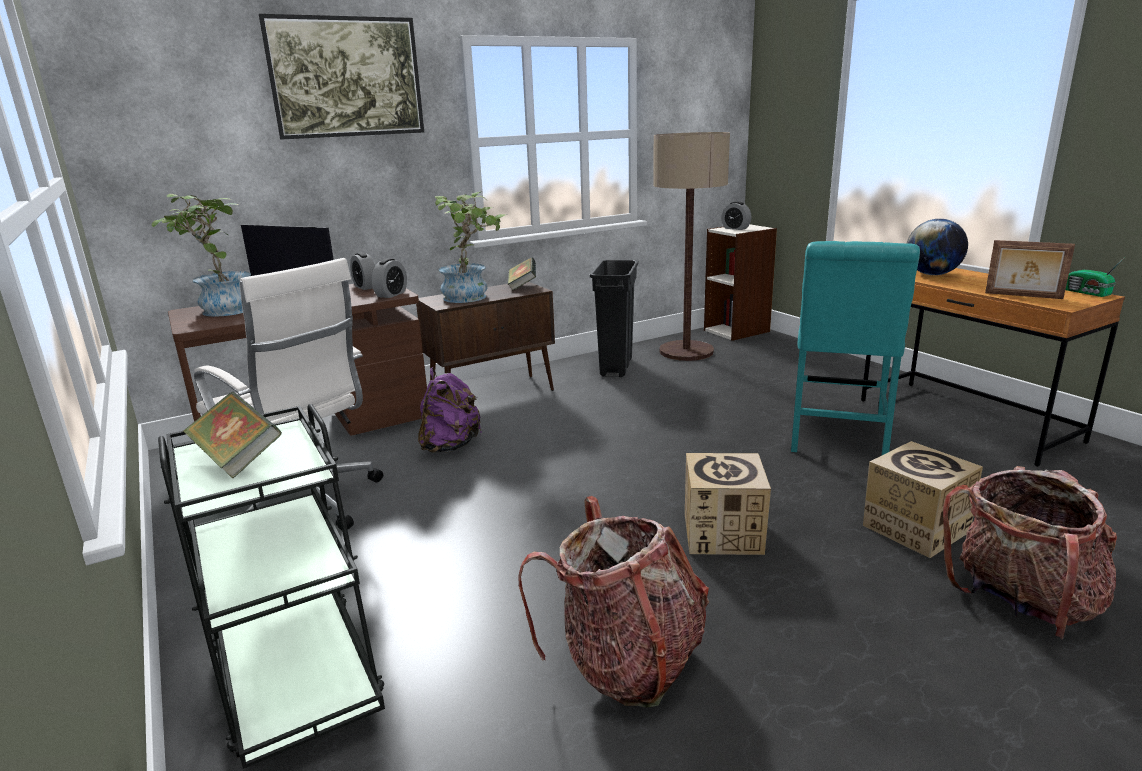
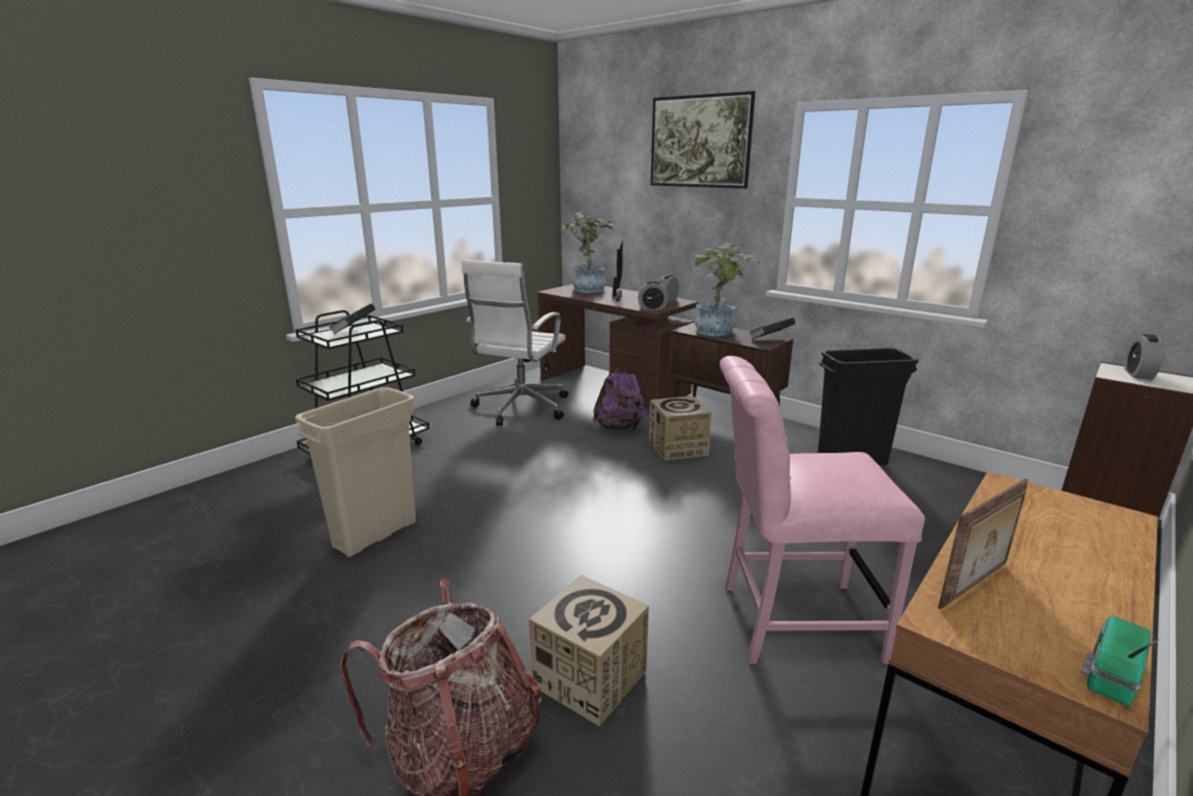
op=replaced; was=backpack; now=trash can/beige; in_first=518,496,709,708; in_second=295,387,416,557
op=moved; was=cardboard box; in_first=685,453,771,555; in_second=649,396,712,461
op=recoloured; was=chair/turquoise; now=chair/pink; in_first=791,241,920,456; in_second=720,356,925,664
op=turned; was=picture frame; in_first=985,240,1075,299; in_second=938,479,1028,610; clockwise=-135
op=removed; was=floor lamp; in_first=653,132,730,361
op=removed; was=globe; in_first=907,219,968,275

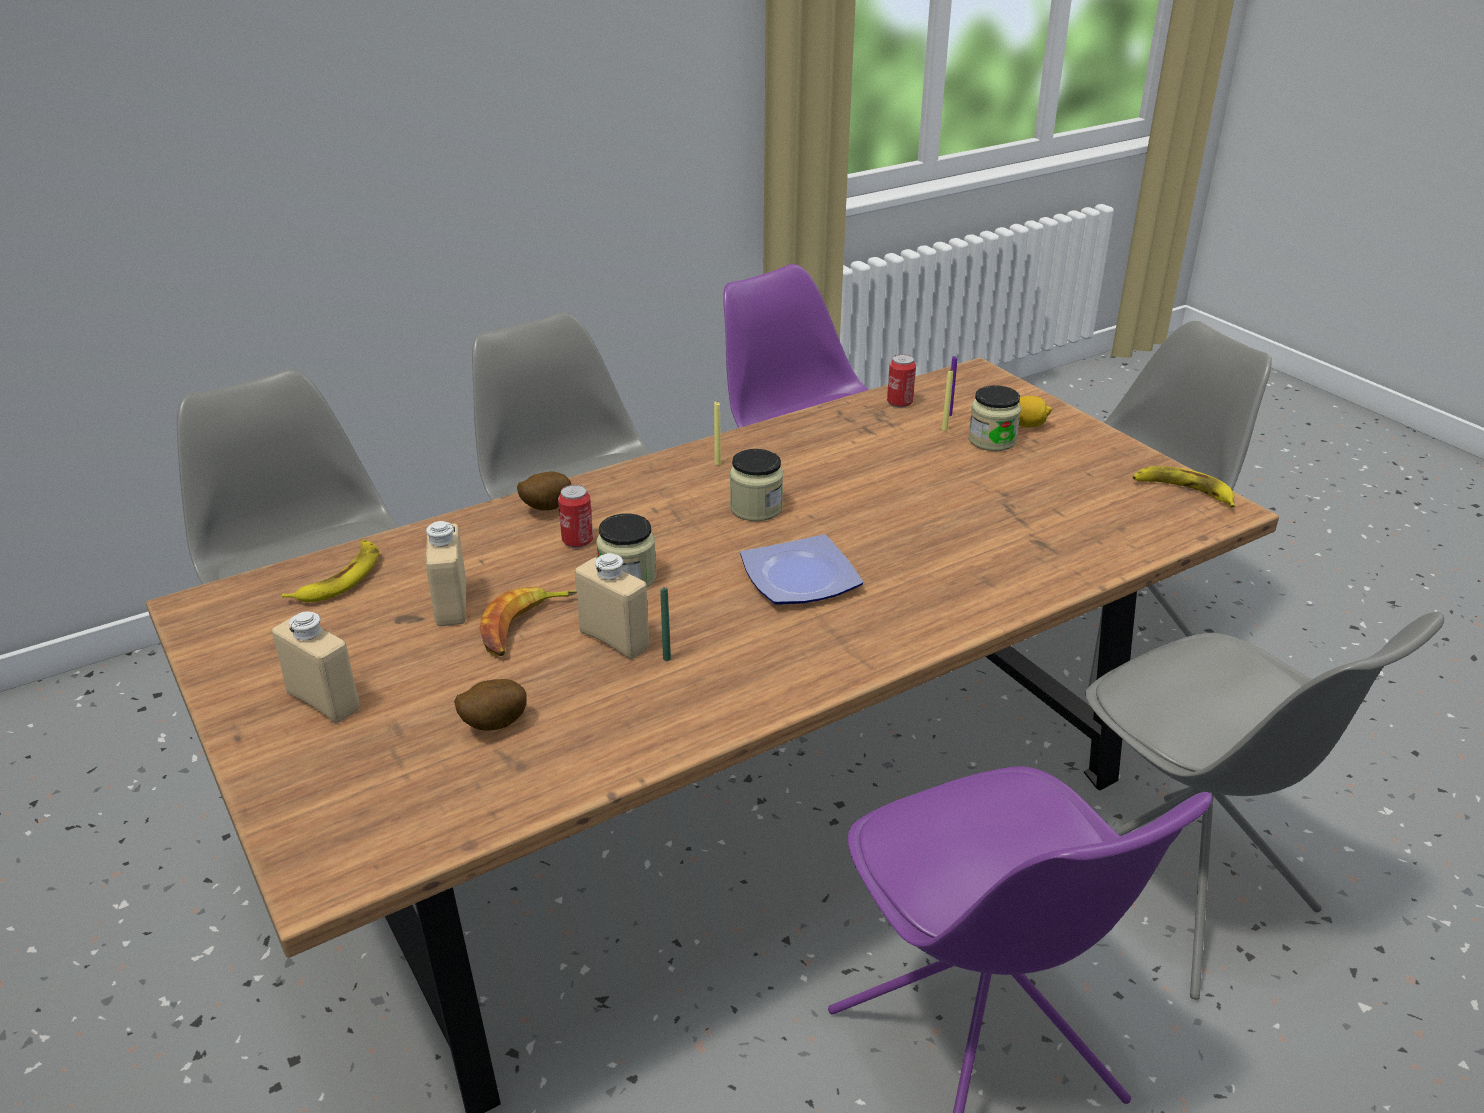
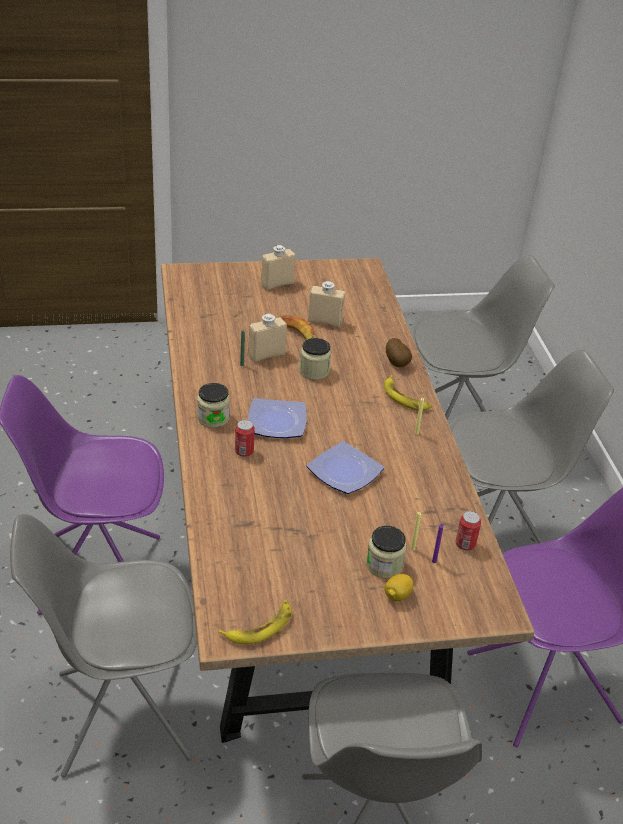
op=moved; was=jar; in_first=730,449,783,521; in_second=197,383,230,428
op=moved; was=can; in_first=558,485,593,548; in_second=235,420,255,457
op=added; now=plate; in_second=306,441,384,494
op=moved; was=banana; in_first=282,539,379,602; in_second=384,375,432,411
op=removed; was=potato; in_first=454,679,526,731

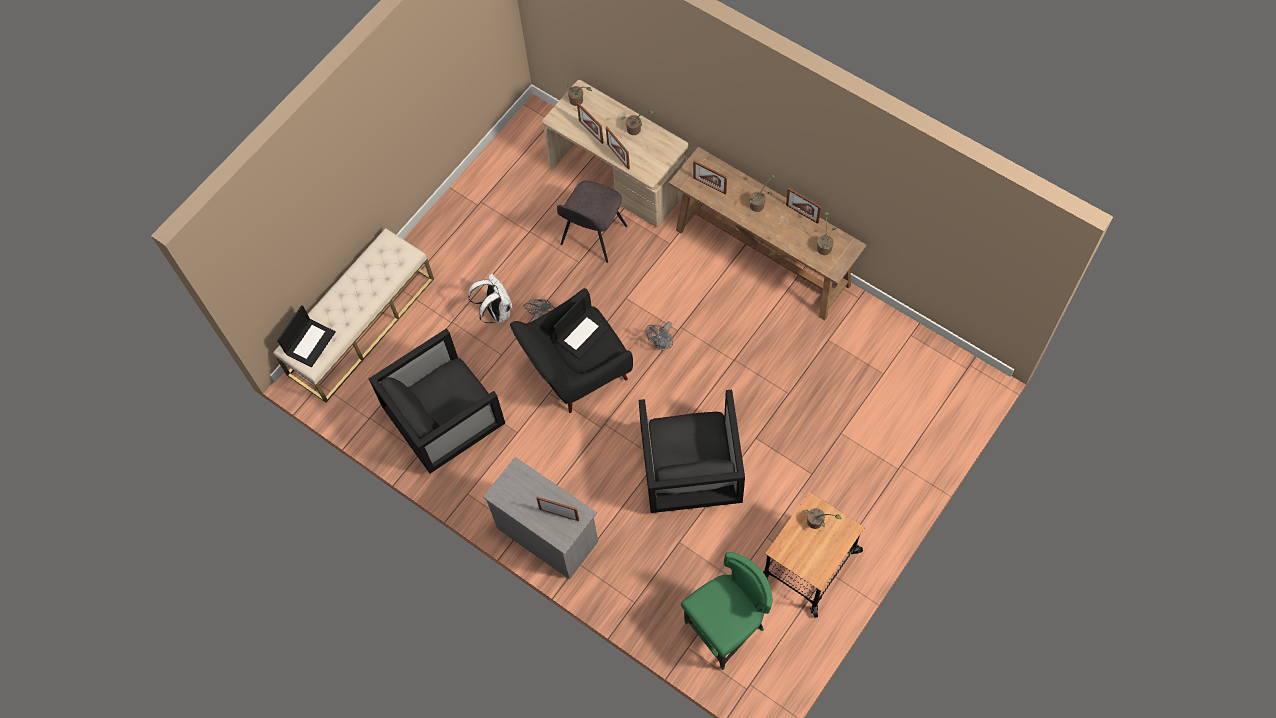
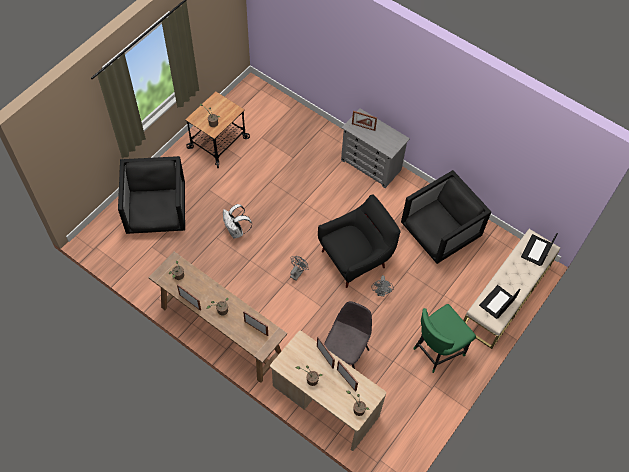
op=moved; was=armchair/black; in_first=639,390,745,513; in_second=118,156,185,234
op=moved; was=backpack/white; in_first=468,273,513,323; in_second=223,204,252,239
op=moved; was=chair/green; in_first=681,552,773,670; in_second=413,304,476,373
op=moved; was=laptop; in_first=553,297,609,359; in_second=479,285,521,319

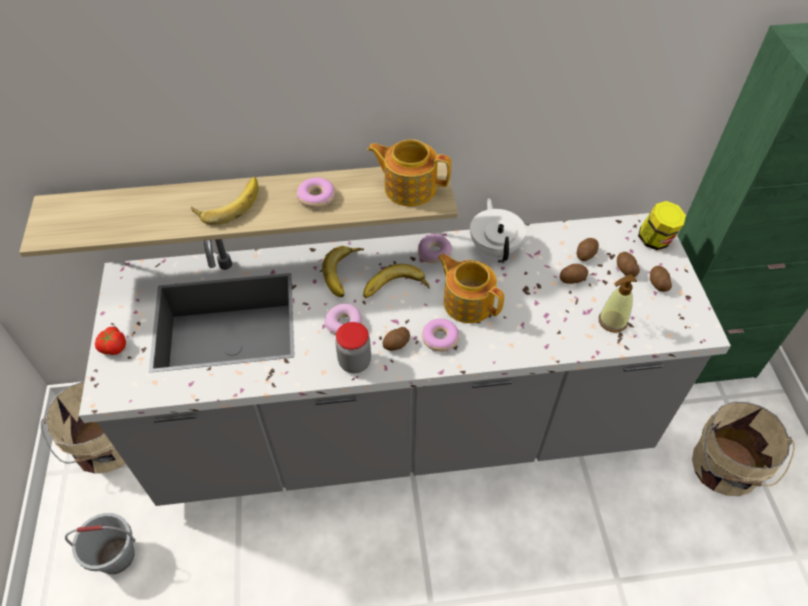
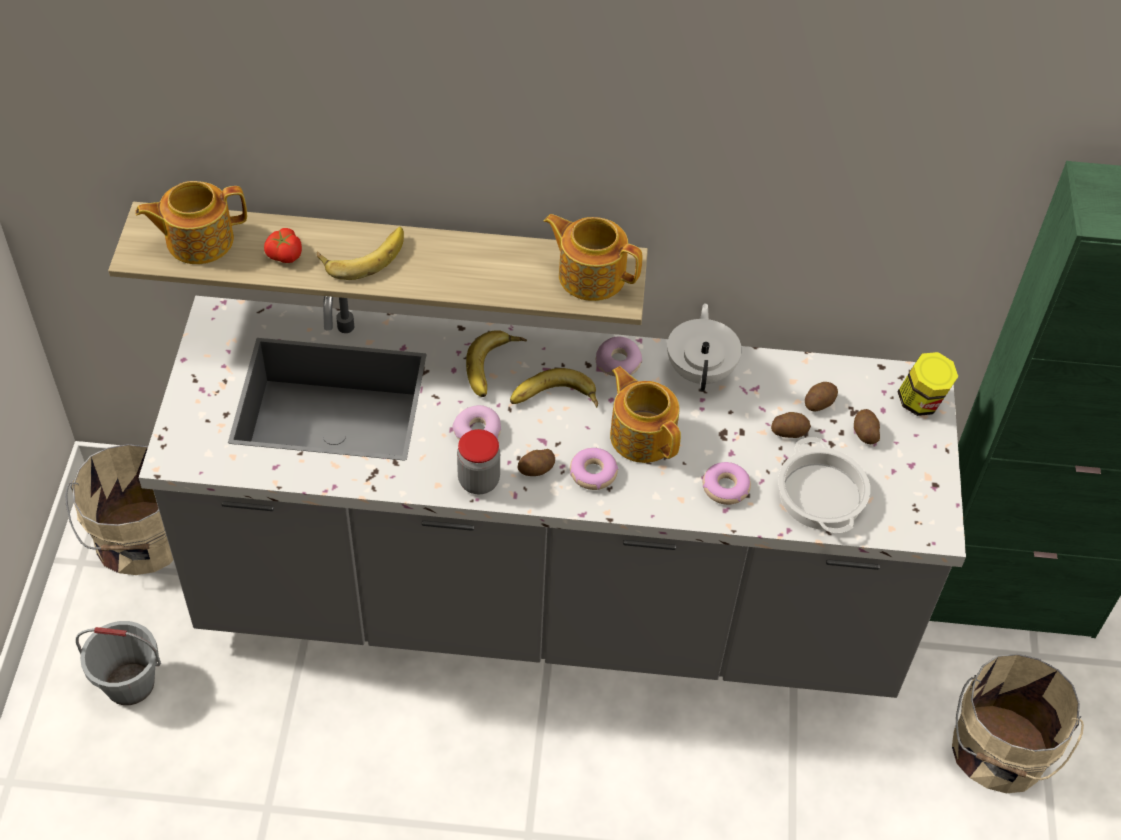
op=added; now=teapot; in_second=135,181,247,264
op=moved; was=tomato; in_first=95,327,126,355; in_second=264,228,302,263
op=moved; was=donut; in_first=297,178,335,208; in_second=703,462,751,505
op=replaced; was=soap dispenser; now=cooking pot; in_first=599,274,637,333; in_second=778,437,870,533
op=removed; was=potato; in_first=650,266,672,292

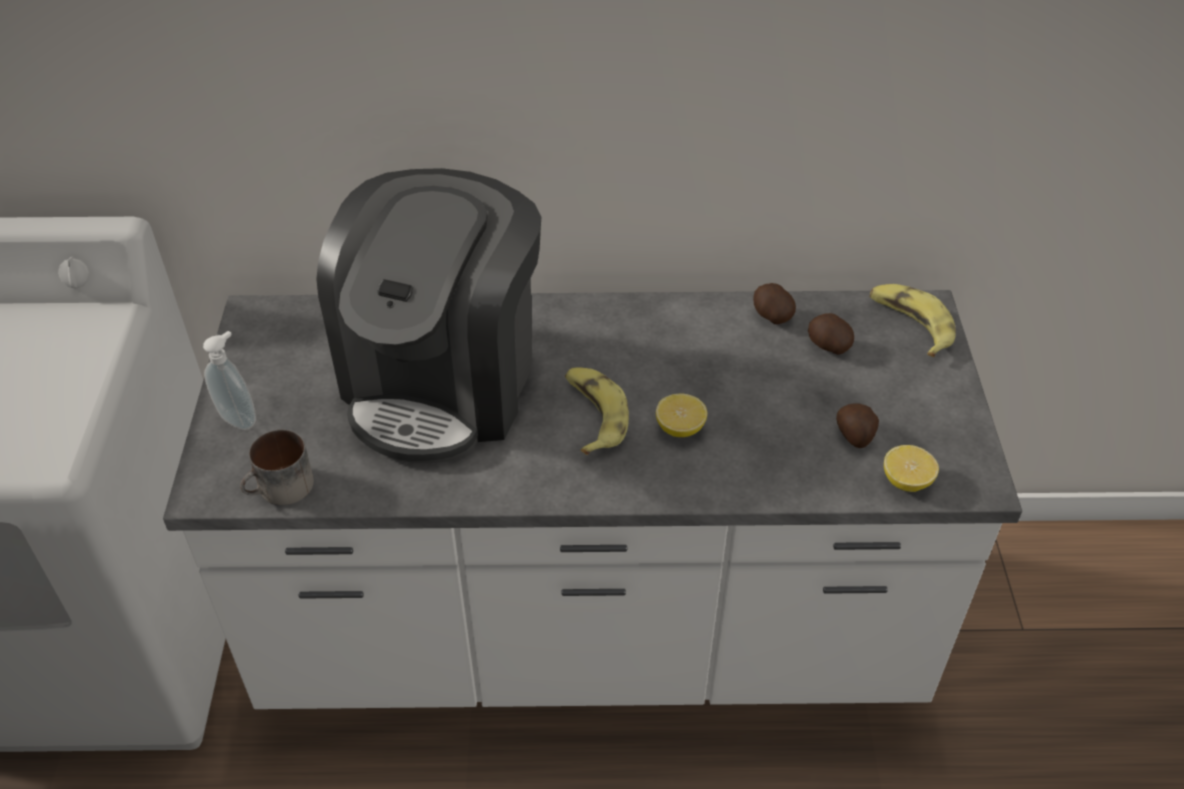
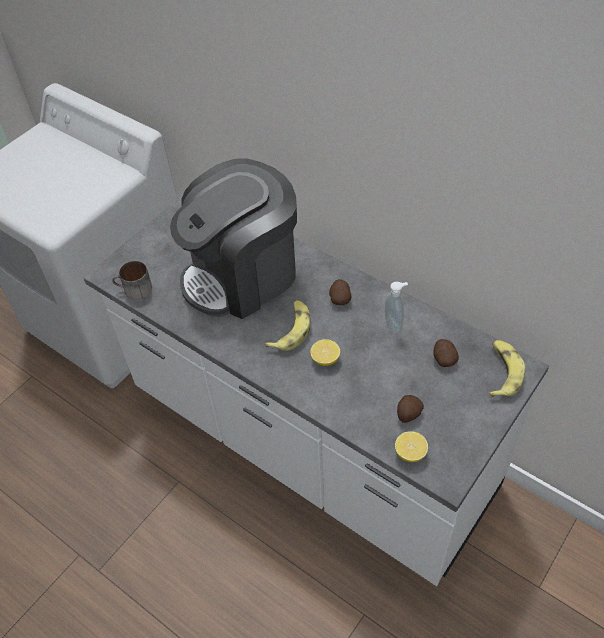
op=moved; was=potato; in_first=753,283,796,325; in_second=329,279,351,305
op=moved; was=soap dispenser; in_first=203,331,256,430; in_second=385,282,408,334

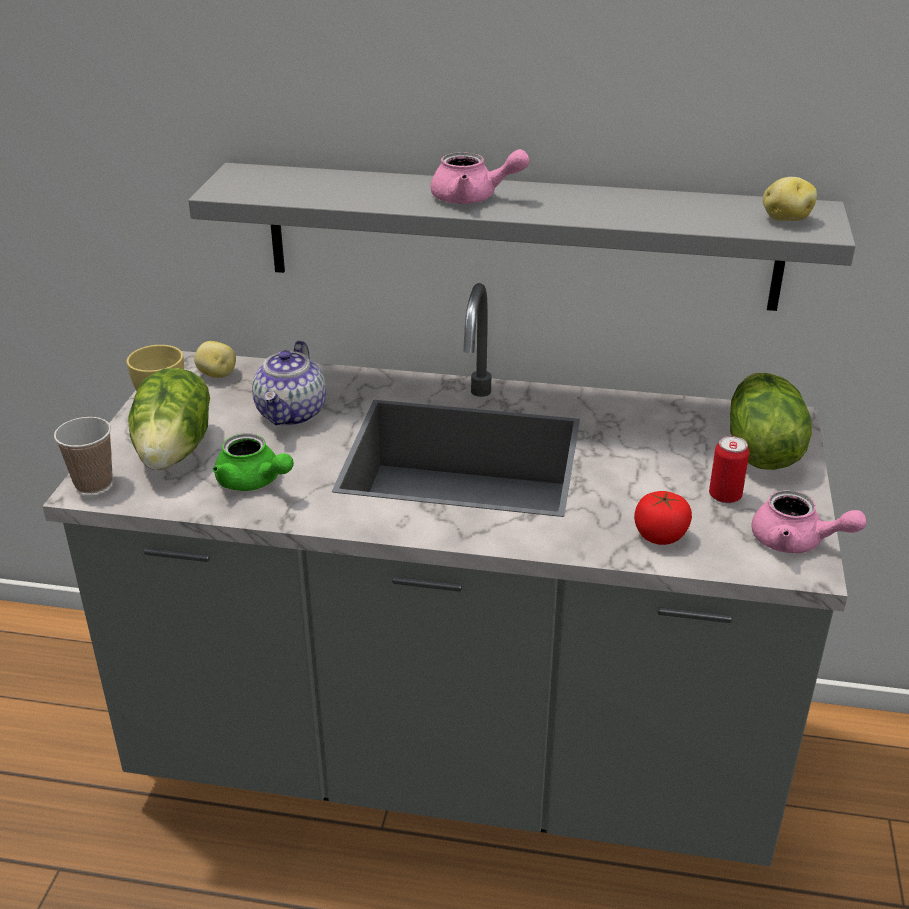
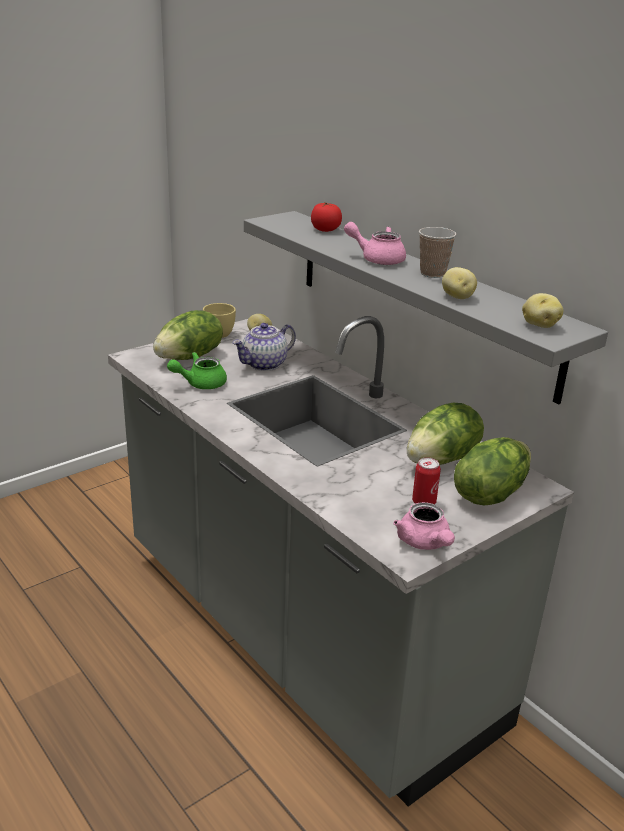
op=turned; was=teapot/green; in_first=212,433,294,491; in_second=167,352,227,389; clockwise=75
op=moved; was=tomato; in_first=634,491,692,545; in_second=311,202,342,232
op=turned; was=teapot/pink; in_first=430,149,530,204; in_second=344,222,406,265; clockwise=150
op=added; now=lettuce; in_second=407,403,484,465
op=moved; was=cup; in_first=54,417,113,493; in_second=419,227,456,278
op=added; now=potato; in_second=442,267,477,299

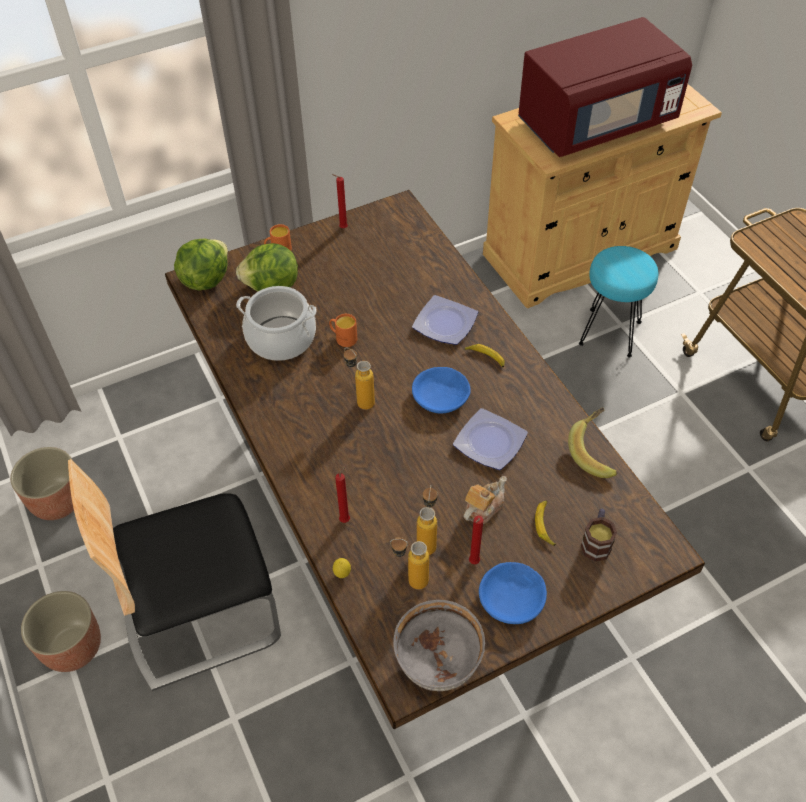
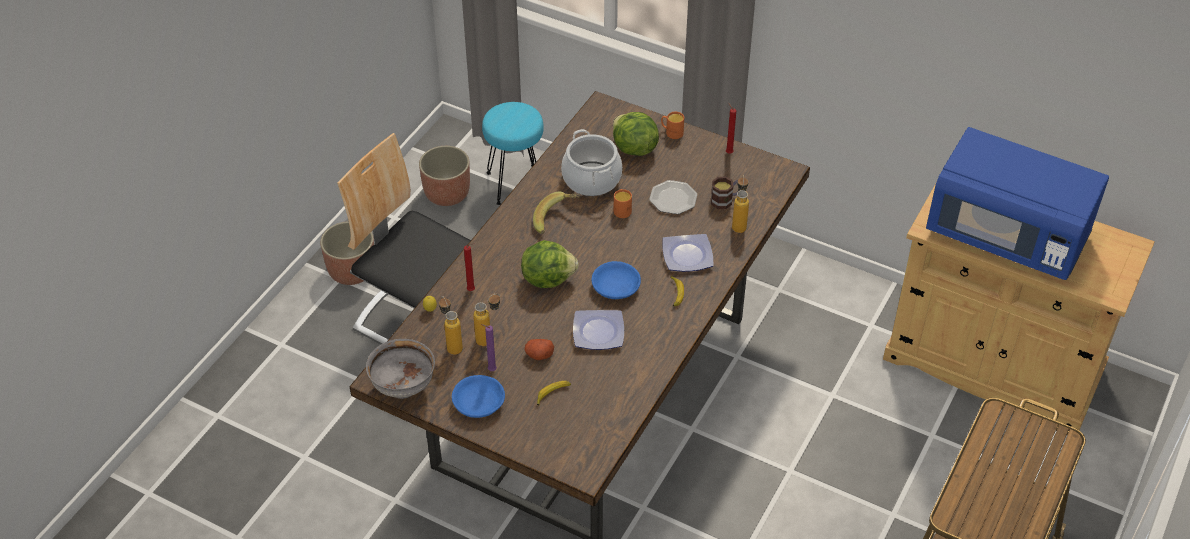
op=recoloured; was=candle/red; now=candle/purple; in_first=469,516,484,564; in_second=481,324,497,371
op=moved; was=stool/turquoise; in_first=579,246,658,357; in_second=482,102,544,205
op=moved; was=lettuce; in_first=174,239,228,291; in_second=521,240,579,288
op=replaced; was=teapot; now=potato; in_first=464,476,507,524; in_second=524,339,554,360
op=moved; was=banana; in_first=568,407,618,478; in_second=533,191,580,234
op=added; now=plate; in_second=649,180,697,214
op=moved; was=mug; in_first=581,509,617,561; in_second=711,177,739,209
op=moved; was=bottle; in_first=344,347,375,410; in_second=732,175,749,233
op=recoloured; was=microwave/red; now=microwave/blue; in_first=518,17,692,157; in_second=926,127,1109,280

